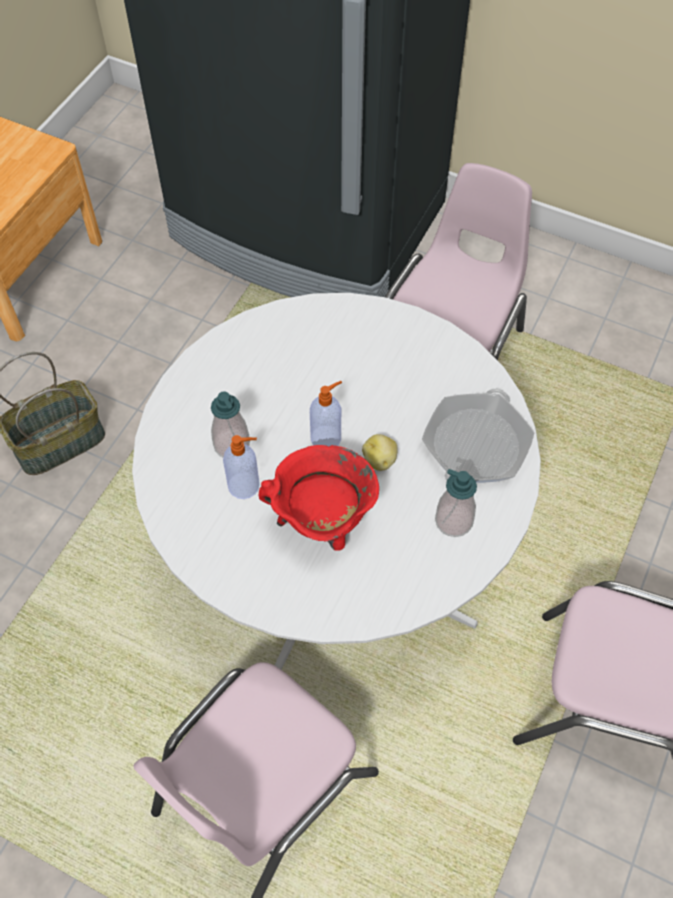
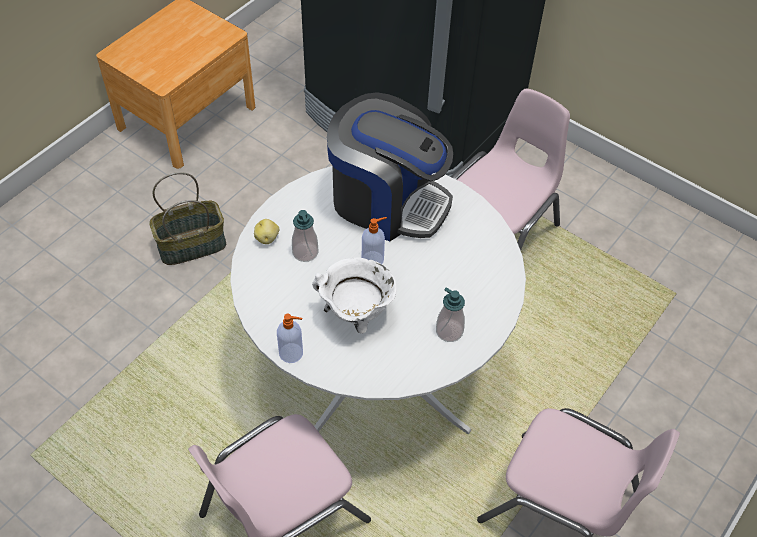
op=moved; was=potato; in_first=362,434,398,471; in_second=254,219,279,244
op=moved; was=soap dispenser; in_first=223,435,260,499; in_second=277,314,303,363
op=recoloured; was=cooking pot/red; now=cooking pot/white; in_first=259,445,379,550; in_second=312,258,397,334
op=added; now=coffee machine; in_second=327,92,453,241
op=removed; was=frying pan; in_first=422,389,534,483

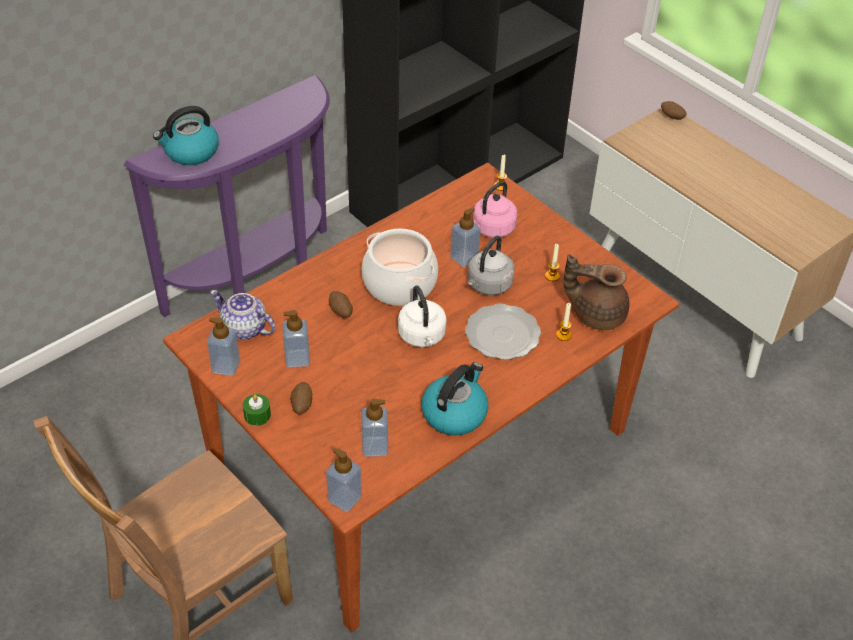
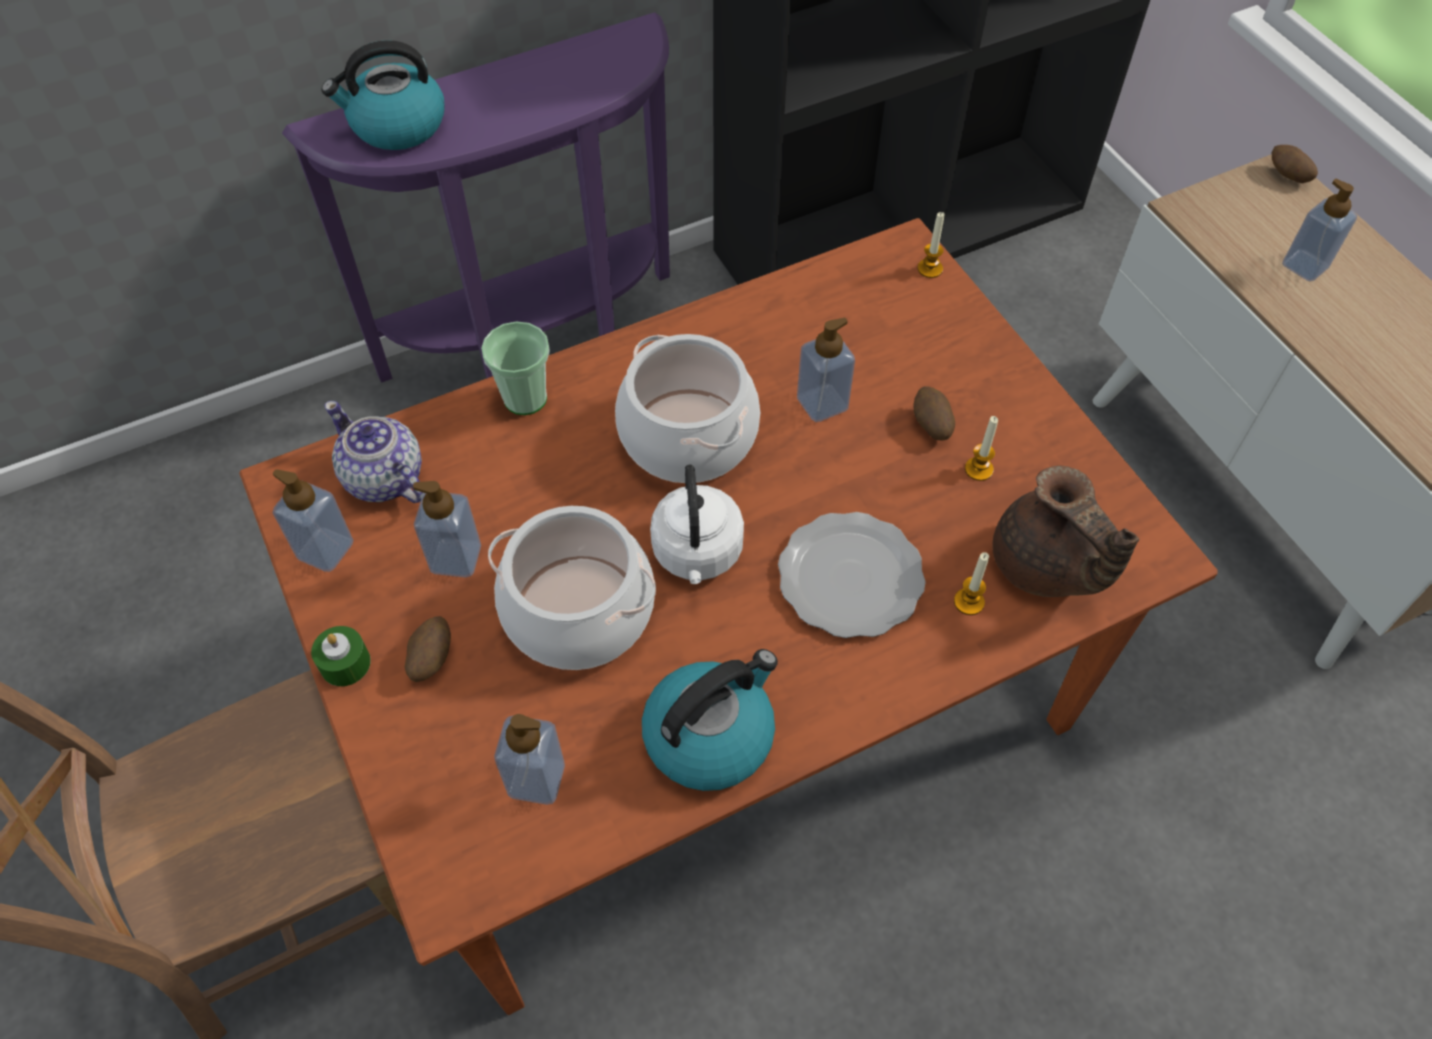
op=added; now=cup; in_second=481,322,550,415
op=added; now=cooking pot; in_second=488,506,656,670
op=moved; was=potato; in_first=329,291,353,318; in_second=913,386,955,441
op=turned; was=teapot/brown; in_first=564,254,629,330; in_second=992,466,1139,597; clockwise=-150
op=moved; was=soap dispenser; in_first=326,448,362,512; in_second=1282,179,1357,281
op=removed; was=kettle/grey; in_first=468,235,515,295
op=removed; was=kettle/pink; in_first=473,181,518,238

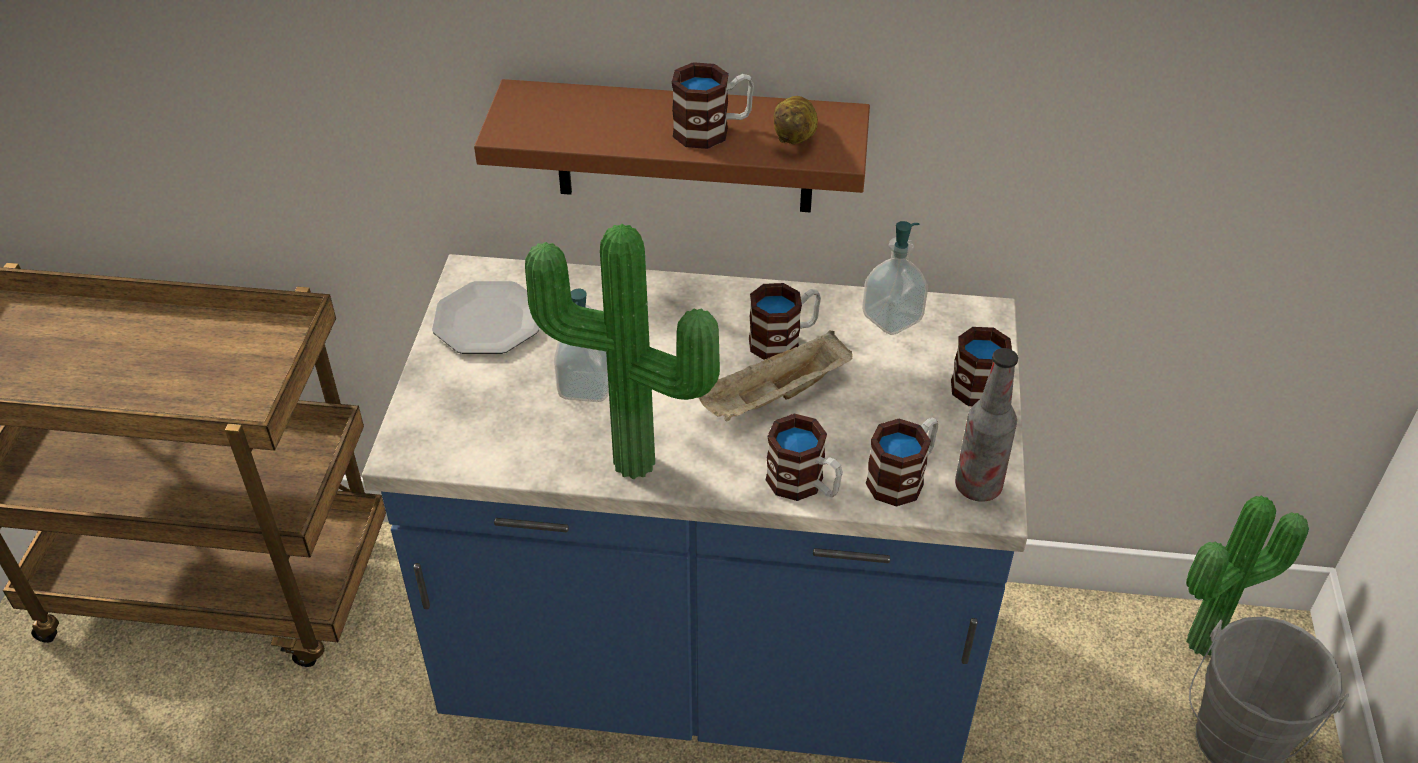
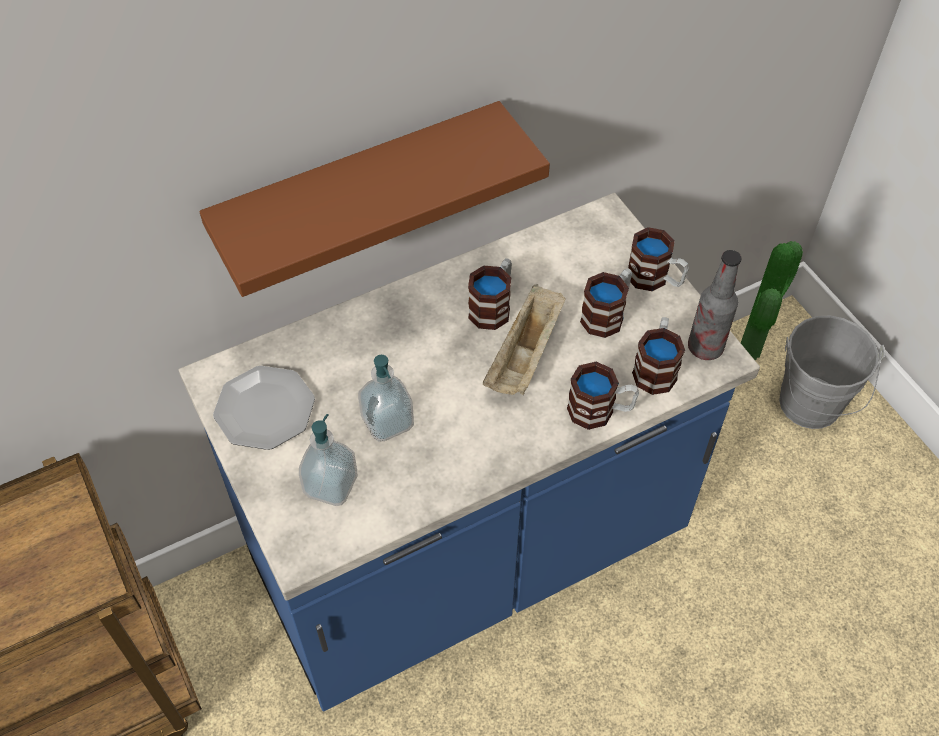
op=moved; was=soap dispenser; in_first=862,221,928,335; in_second=299,414,357,506
op=moved; was=mug; in_first=672,62,754,149; in_second=580,268,632,338
op=removed; was=potted plant; in_first=525,224,720,479
op=removed; was=potato; in_first=773,96,818,145

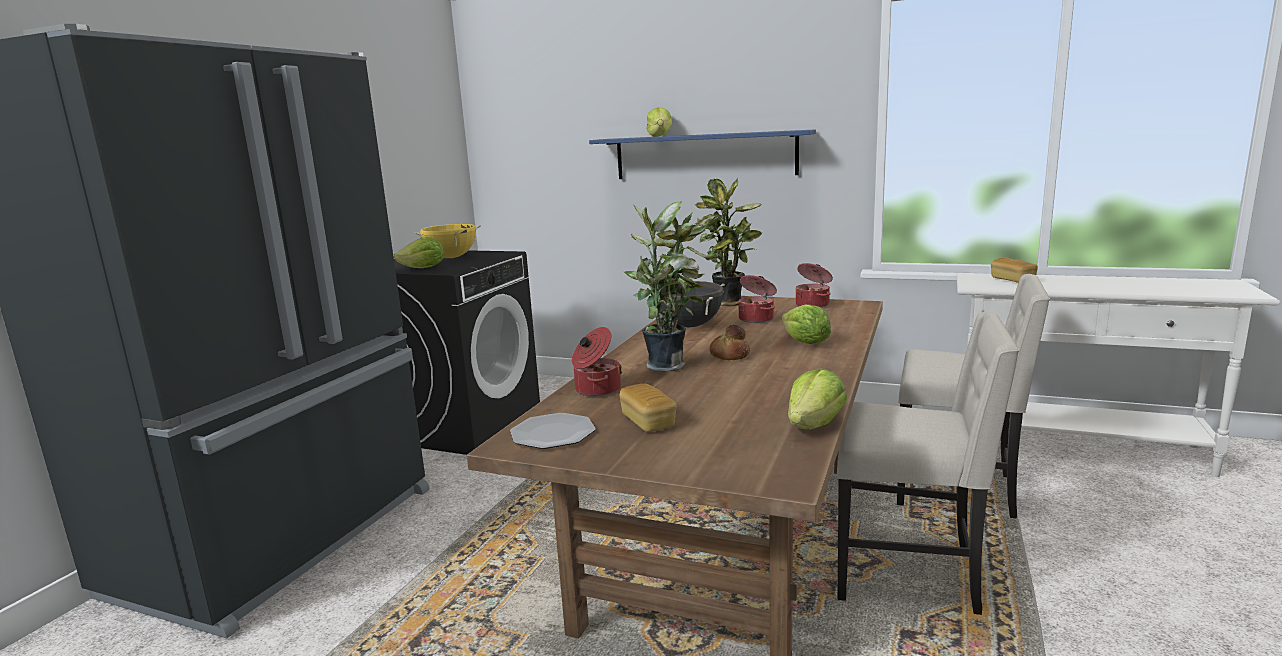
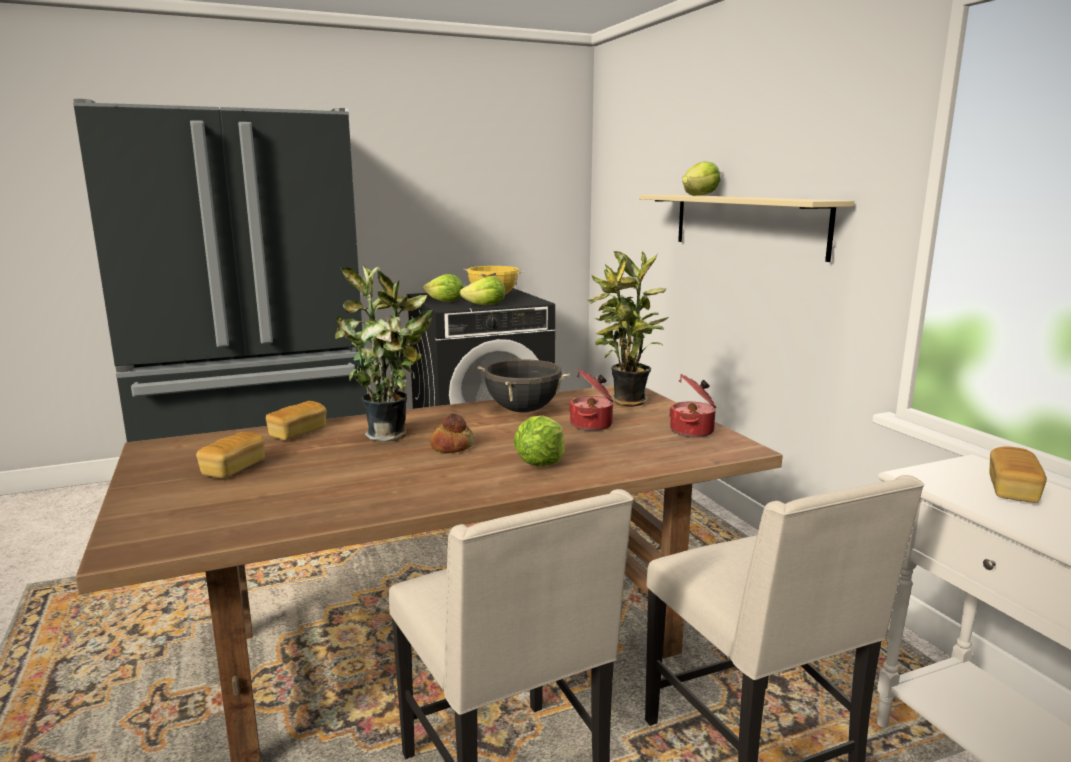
op=replaced; was=cooking pot; now=bread; in_first=572,327,622,397; in_second=266,401,327,440
op=moved; was=lettuce; in_first=788,368,847,429; in_second=459,277,505,305
op=recoloured; was=shelf/blue; now=shelf/beige; in_first=589,129,816,179; in_second=639,195,854,262
op=removed; was=plate; in_first=510,413,596,449

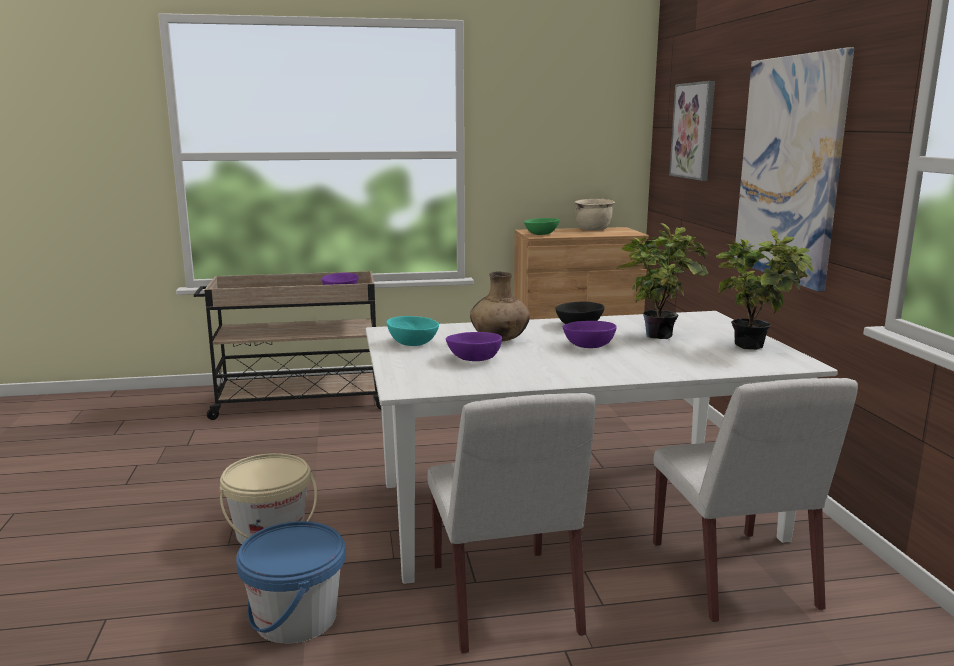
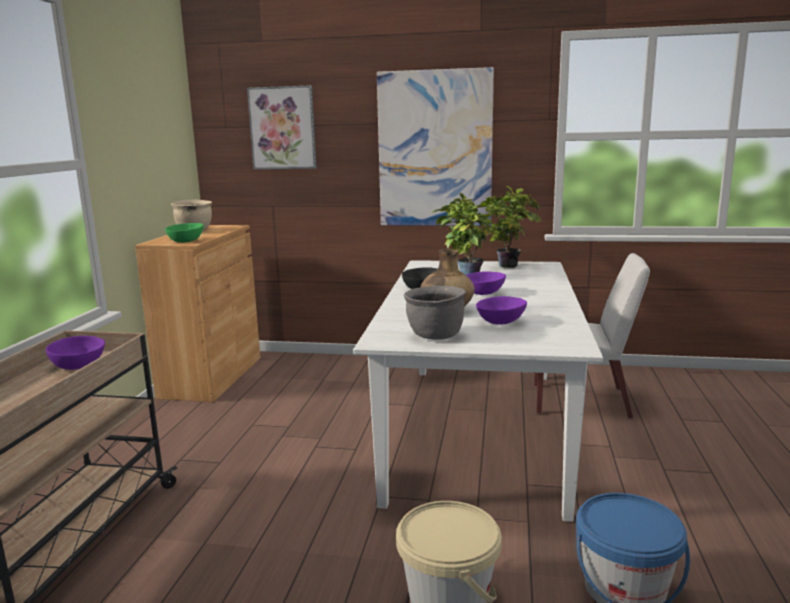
op=replaced; was=bowl/turquoise; now=cooking pot/grey; in_first=386,316,439,346; in_second=404,286,466,340
op=removed; was=chair/white; in_first=428,393,596,654

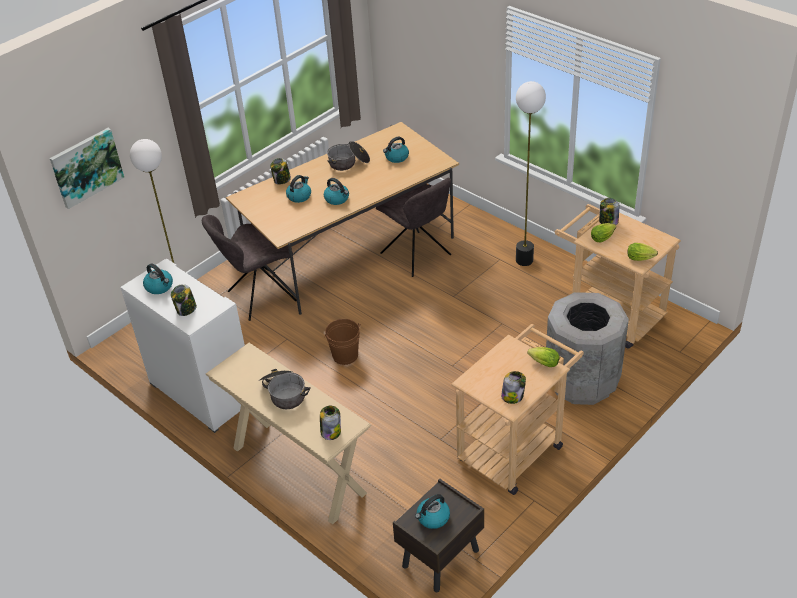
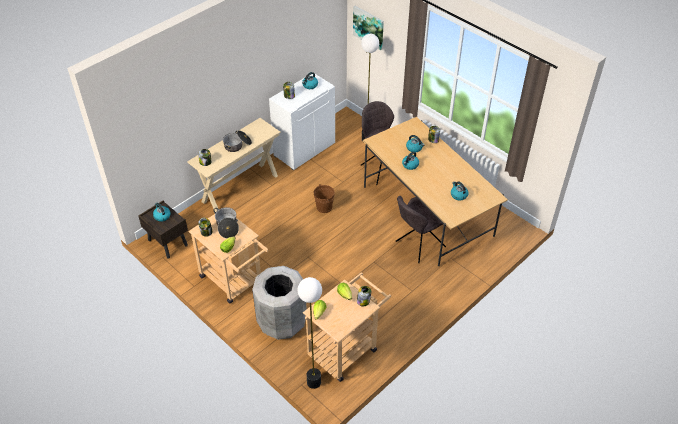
op=moved; was=cooking pot; in_first=327,141,370,171; in_second=213,207,239,238
op=moved; was=floor lamp; in_first=516,81,546,266; in_second=298,277,322,389

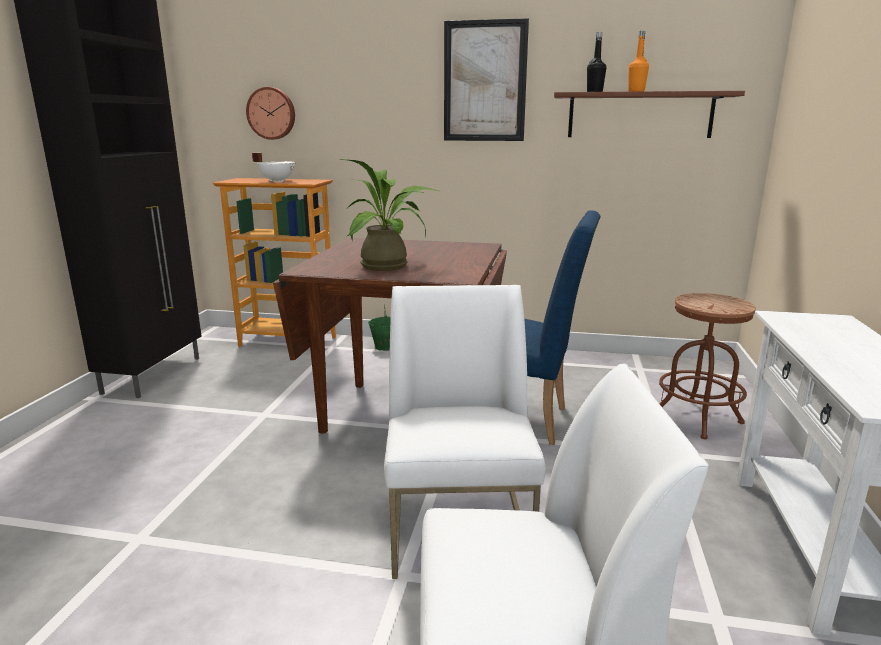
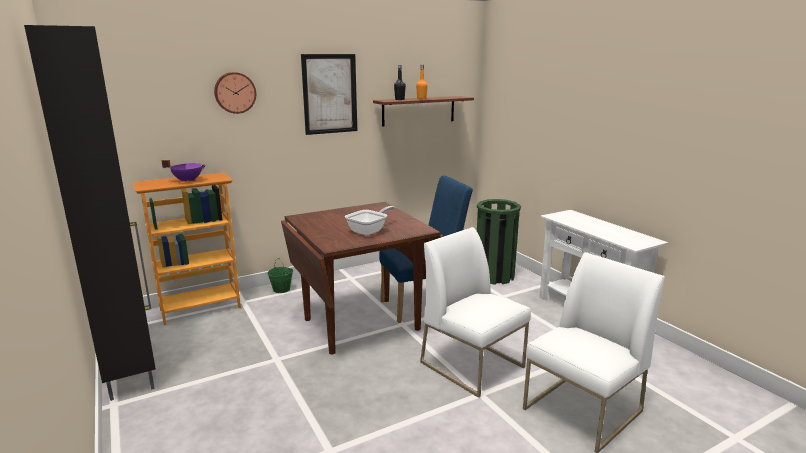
op=recoloured; was=cooking pot/white; now=cooking pot/purple; in_first=252,153,296,182; in_second=162,160,206,182
op=moved; was=wall clock; in_first=246,87,295,140; in_second=214,72,256,114
op=replaced; was=potted plant; now=frying pan; in_first=339,159,438,271; in_second=345,206,395,235
op=replaced; was=stool/brown; now=trash can/green; in_first=659,293,756,439; in_second=477,199,521,285

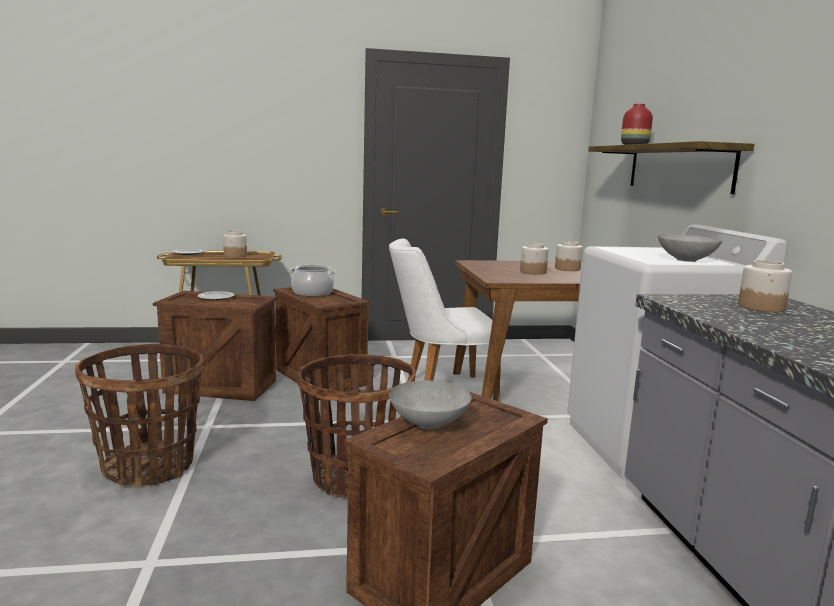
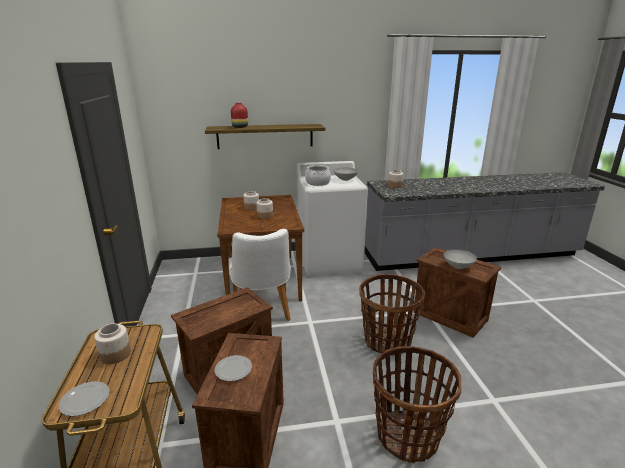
op=moved; was=cooking pot; in_first=289,265,336,296; in_second=305,165,331,186

